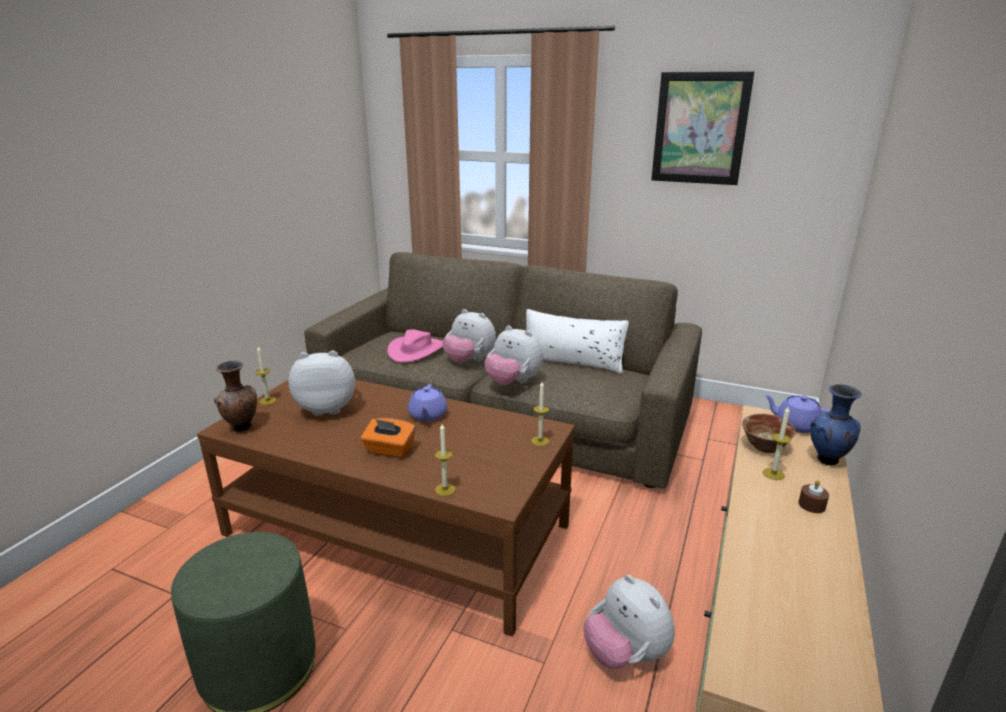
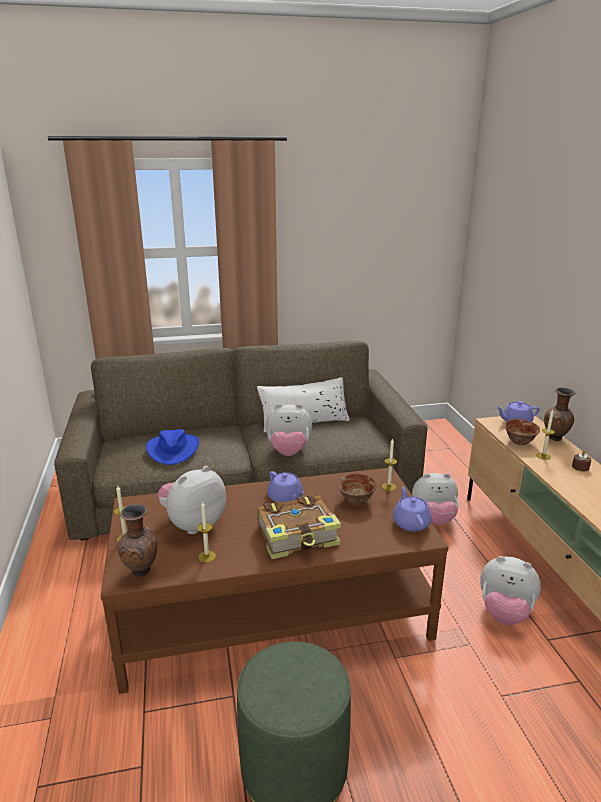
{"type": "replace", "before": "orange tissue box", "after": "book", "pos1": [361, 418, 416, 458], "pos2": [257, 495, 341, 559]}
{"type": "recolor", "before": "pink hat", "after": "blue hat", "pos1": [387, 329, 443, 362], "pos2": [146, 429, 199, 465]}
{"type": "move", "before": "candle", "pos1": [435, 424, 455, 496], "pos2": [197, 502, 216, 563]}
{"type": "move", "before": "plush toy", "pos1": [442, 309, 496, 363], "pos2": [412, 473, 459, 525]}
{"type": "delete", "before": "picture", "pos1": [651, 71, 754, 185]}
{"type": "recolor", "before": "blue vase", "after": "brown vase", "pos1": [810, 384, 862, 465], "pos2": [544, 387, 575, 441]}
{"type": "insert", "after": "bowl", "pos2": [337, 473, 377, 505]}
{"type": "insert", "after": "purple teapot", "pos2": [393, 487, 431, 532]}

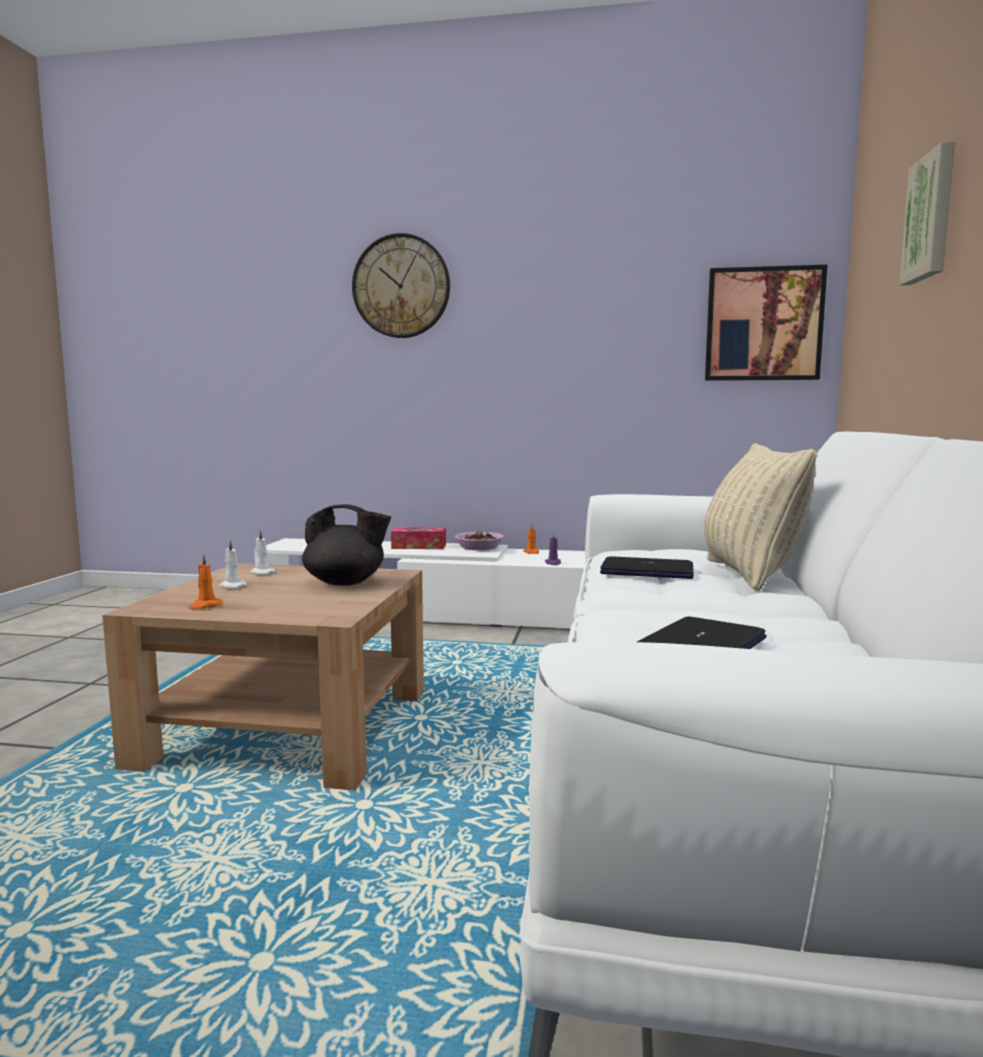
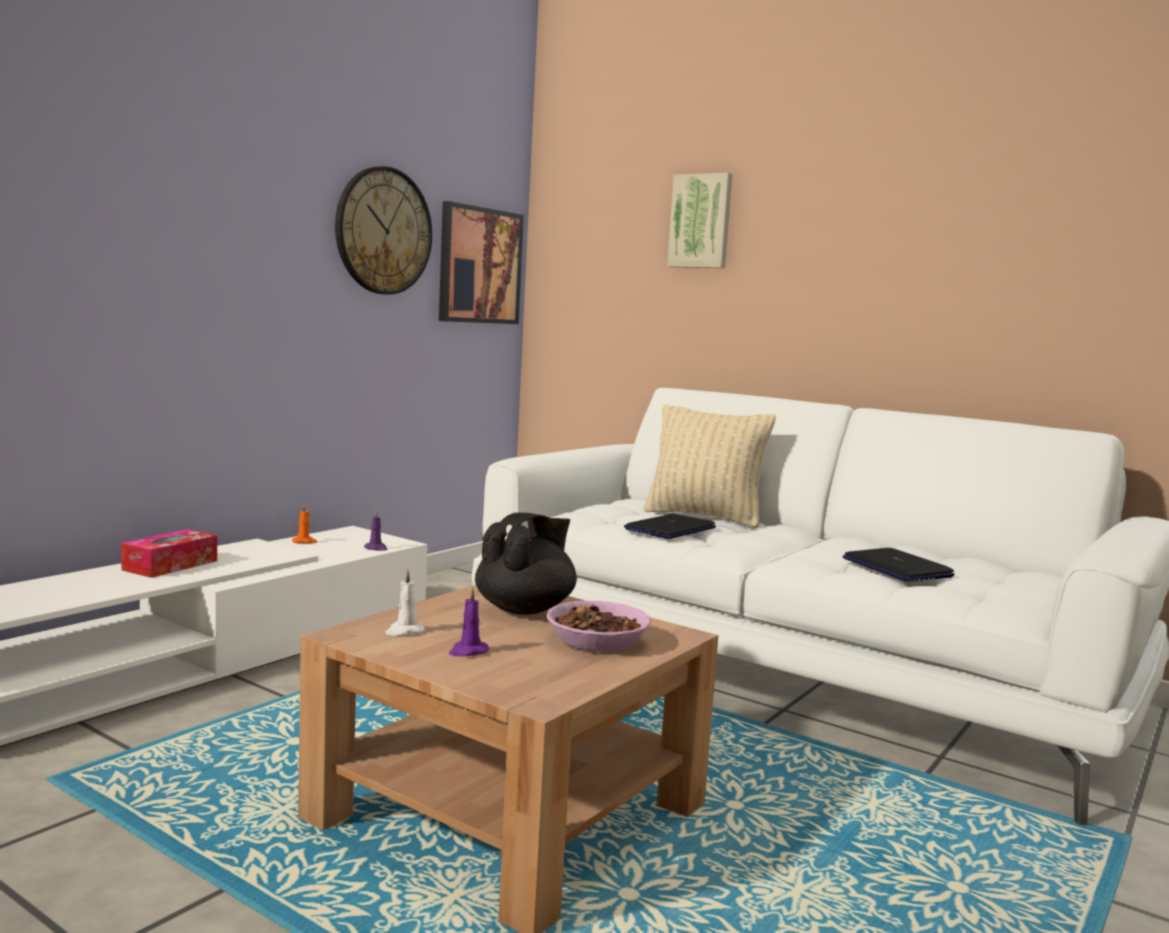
{"type": "delete", "before": "orange candle", "pos1": [188, 554, 223, 610]}
{"type": "recolor", "before": "white candle", "after": "purple candle", "pos1": [219, 540, 247, 589], "pos2": [449, 587, 489, 657]}
{"type": "move", "before": "wall clock", "pos1": [352, 233, 450, 338], "pos2": [335, 166, 432, 294]}
{"type": "move", "before": "bowl", "pos1": [455, 531, 504, 550], "pos2": [547, 601, 651, 652]}

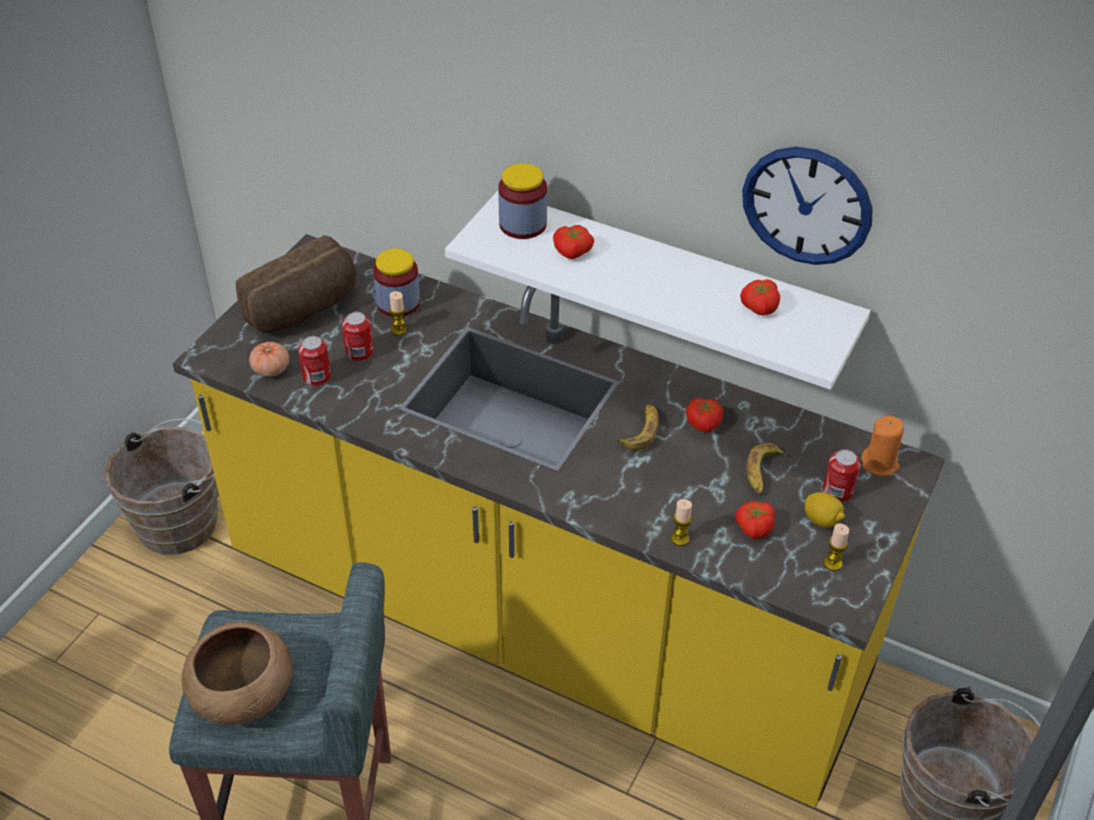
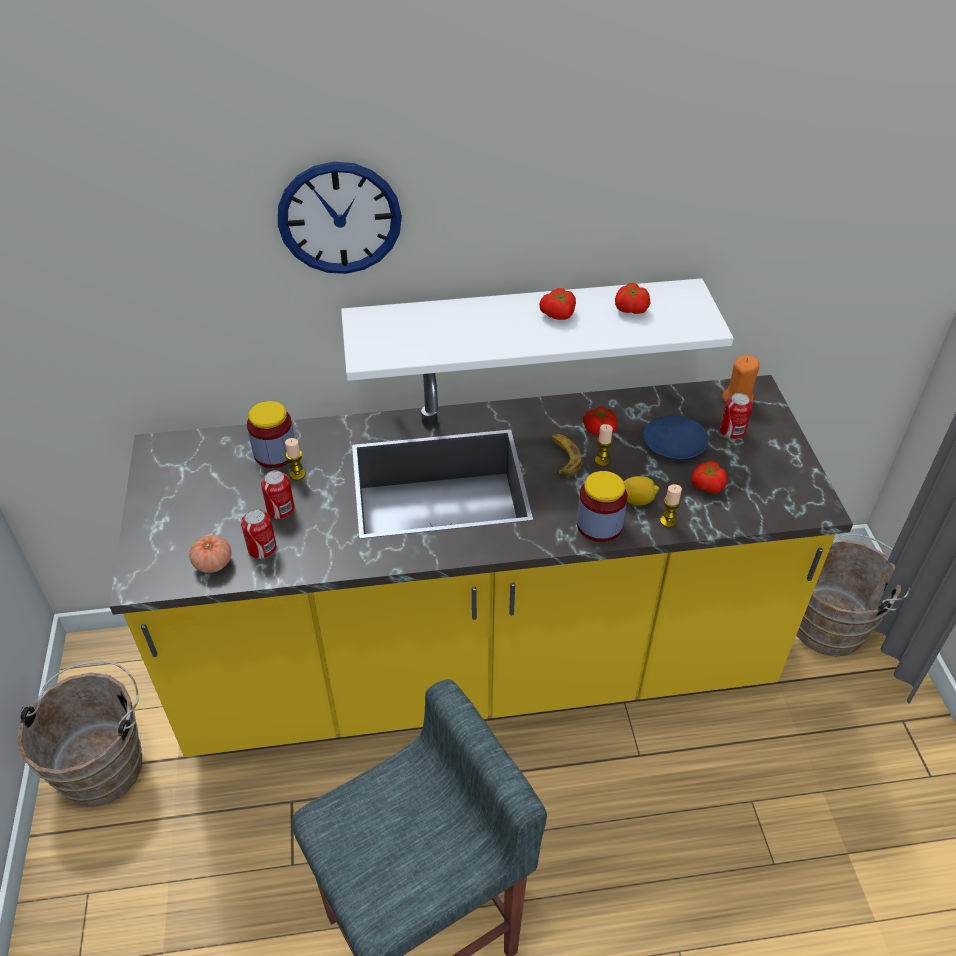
{"type": "delete", "before": "brown bowl", "pos1": [182, 622, 293, 725]}
{"type": "delete", "before": "bread", "pos1": [236, 235, 356, 333]}
{"type": "move", "before": "jar", "pos1": [498, 163, 547, 239], "pos2": [577, 471, 627, 542]}
{"type": "move", "before": "tomato", "pos1": [553, 225, 594, 259], "pos2": [539, 288, 576, 320]}
{"type": "move", "before": "wall clock", "pos1": [742, 147, 873, 265], "pos2": [278, 162, 402, 274]}
{"type": "replace", "before": "banana", "after": "blue plate", "pos1": [746, 443, 786, 495], "pos2": [643, 415, 709, 459]}
{"type": "move", "before": "lemon", "pos1": [805, 492, 845, 528], "pos2": [624, 476, 659, 505]}
{"type": "move", "before": "candle", "pos1": [824, 524, 849, 571], "pos2": [595, 424, 613, 466]}

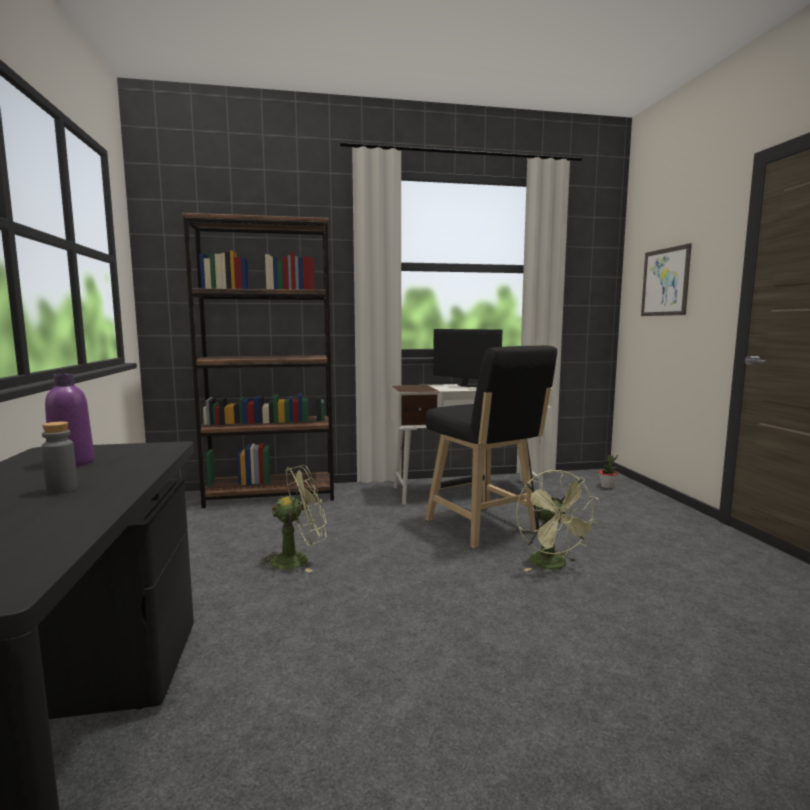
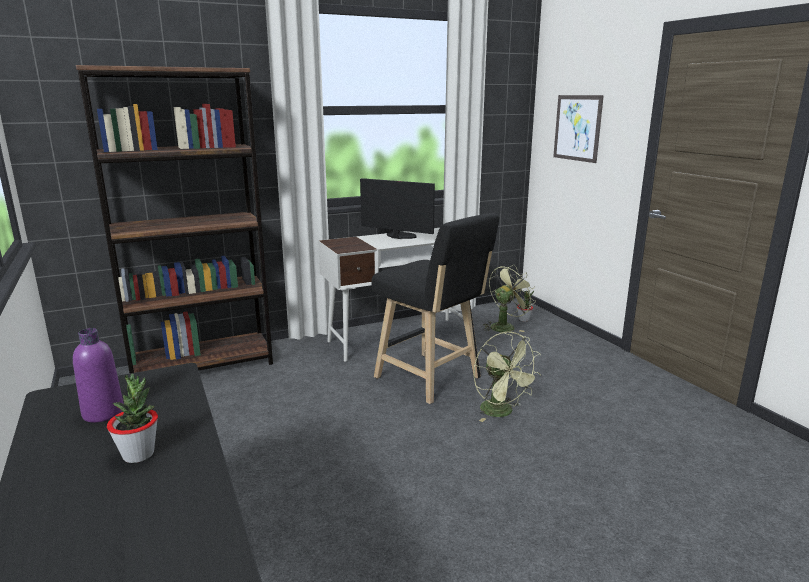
{"type": "replace", "before": "grey bottle", "after": "potted plant", "pos1": [41, 422, 78, 494], "pos2": [107, 373, 158, 463]}
{"type": "move", "before": "green fan", "pos1": [258, 465, 327, 573], "pos2": [483, 264, 536, 332]}

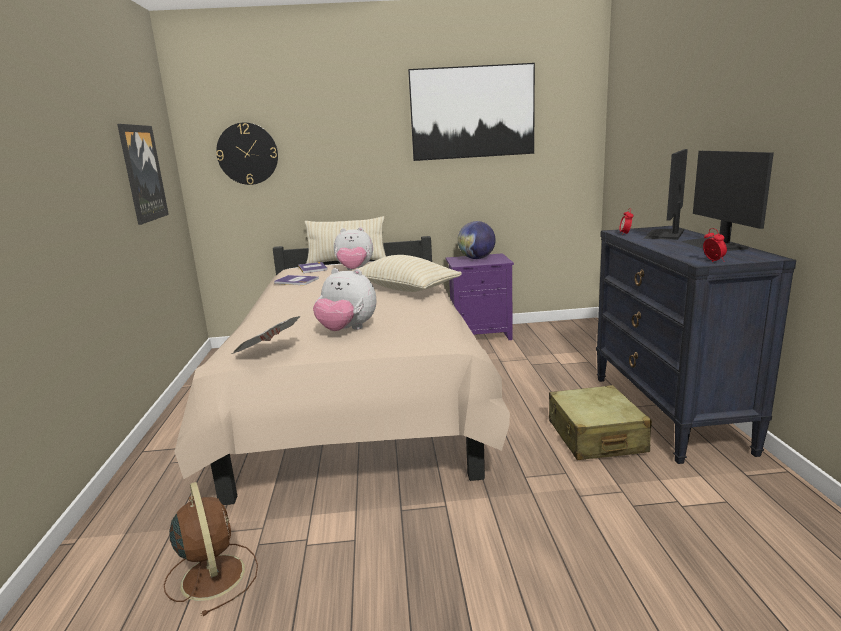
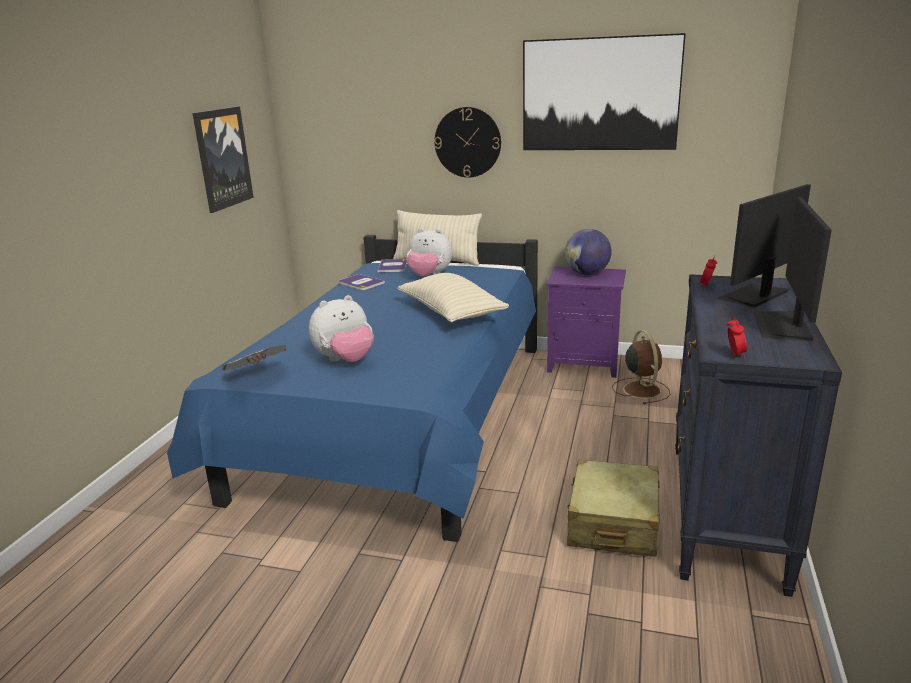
{"type": "move", "before": "brown fan", "pos1": [164, 482, 258, 616], "pos2": [612, 330, 670, 404]}
{"type": "recolor", "before": "beige bed", "after": "blue bed", "pos1": [174, 236, 510, 505], "pos2": [167, 235, 538, 542]}
{"type": "move", "before": "wall clock", "pos1": [216, 123, 278, 185], "pos2": [434, 107, 501, 178]}
{"type": "rotate", "before": "plush toy", "pos1": [313, 268, 376, 331], "pos2": [309, 295, 374, 362], "turn": -75}

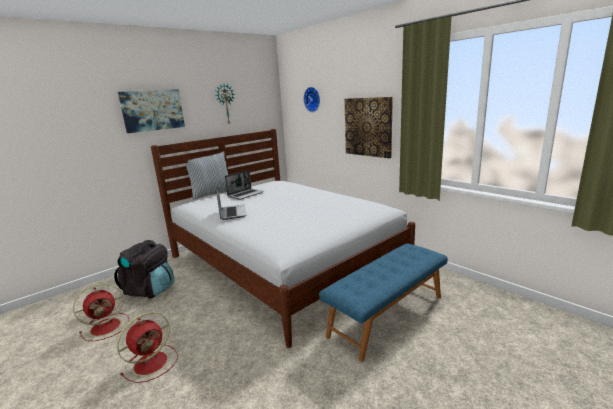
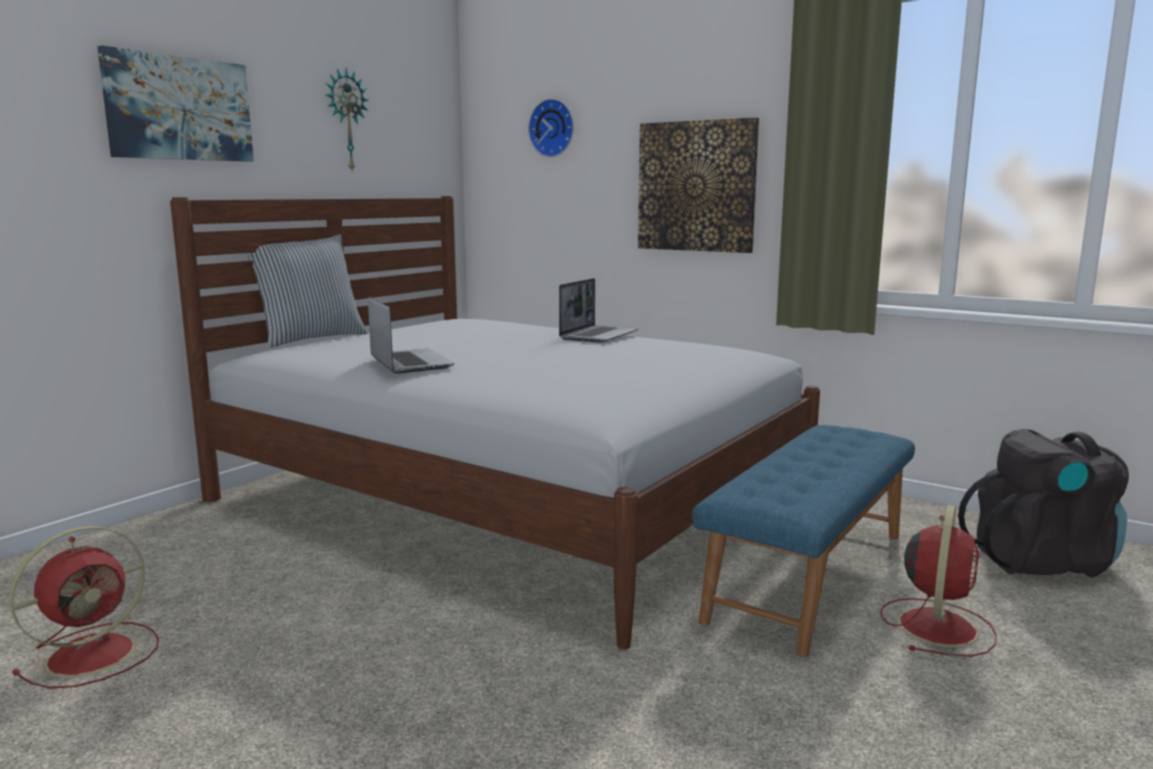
{"type": "move", "before": "black backpack", "pos1": [114, 240, 174, 299], "pos2": [958, 429, 1129, 578]}
{"type": "move", "before": "red fan", "pos1": [117, 312, 178, 383], "pos2": [880, 505, 997, 657]}
{"type": "move", "before": "laptop", "pos1": [225, 170, 264, 200], "pos2": [559, 278, 638, 343]}

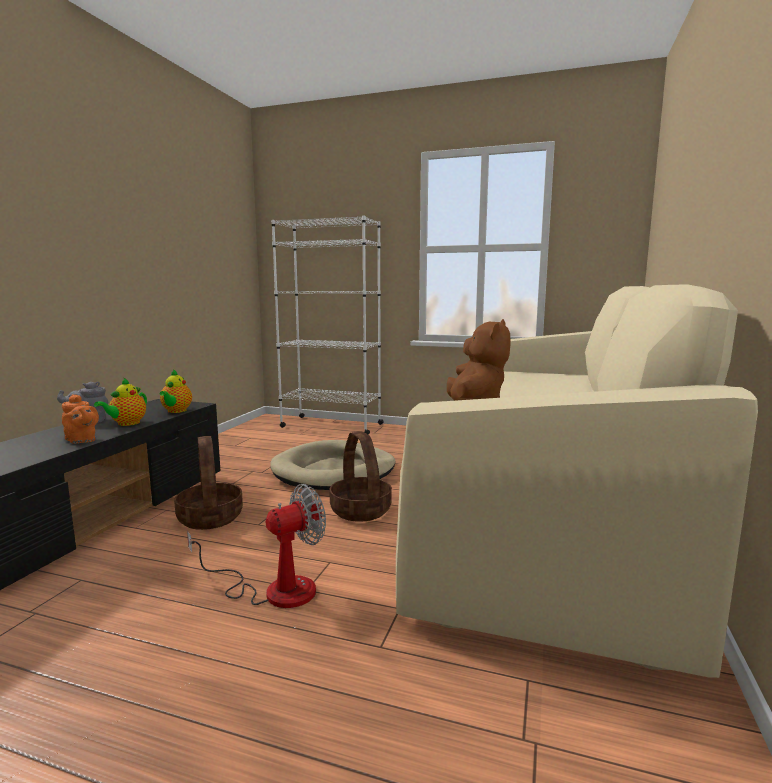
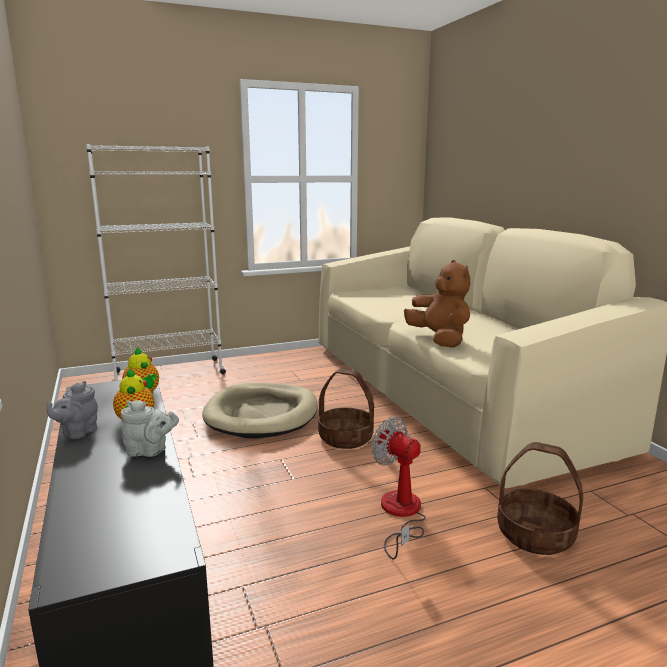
{"type": "recolor", "before": "orange teapot", "after": "grey teapot", "pos1": [62, 394, 99, 444], "pos2": [121, 400, 179, 457]}
{"type": "move", "before": "basket", "pos1": [174, 436, 243, 530], "pos2": [497, 442, 583, 555]}
{"type": "rotate", "before": "fan", "pos1": [187, 484, 326, 608], "pos2": [372, 417, 426, 560], "turn": -60}

